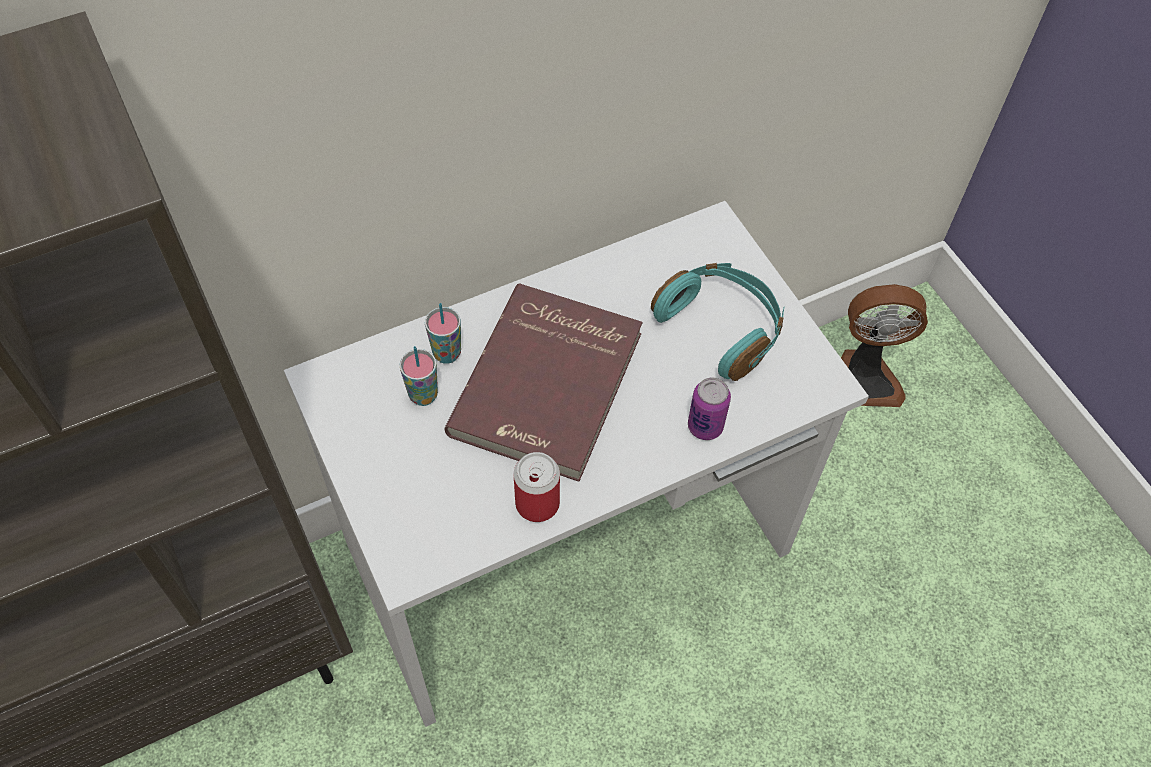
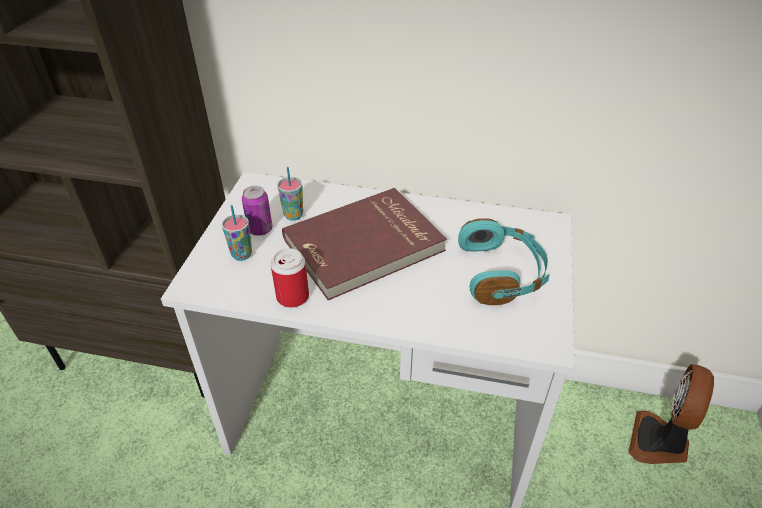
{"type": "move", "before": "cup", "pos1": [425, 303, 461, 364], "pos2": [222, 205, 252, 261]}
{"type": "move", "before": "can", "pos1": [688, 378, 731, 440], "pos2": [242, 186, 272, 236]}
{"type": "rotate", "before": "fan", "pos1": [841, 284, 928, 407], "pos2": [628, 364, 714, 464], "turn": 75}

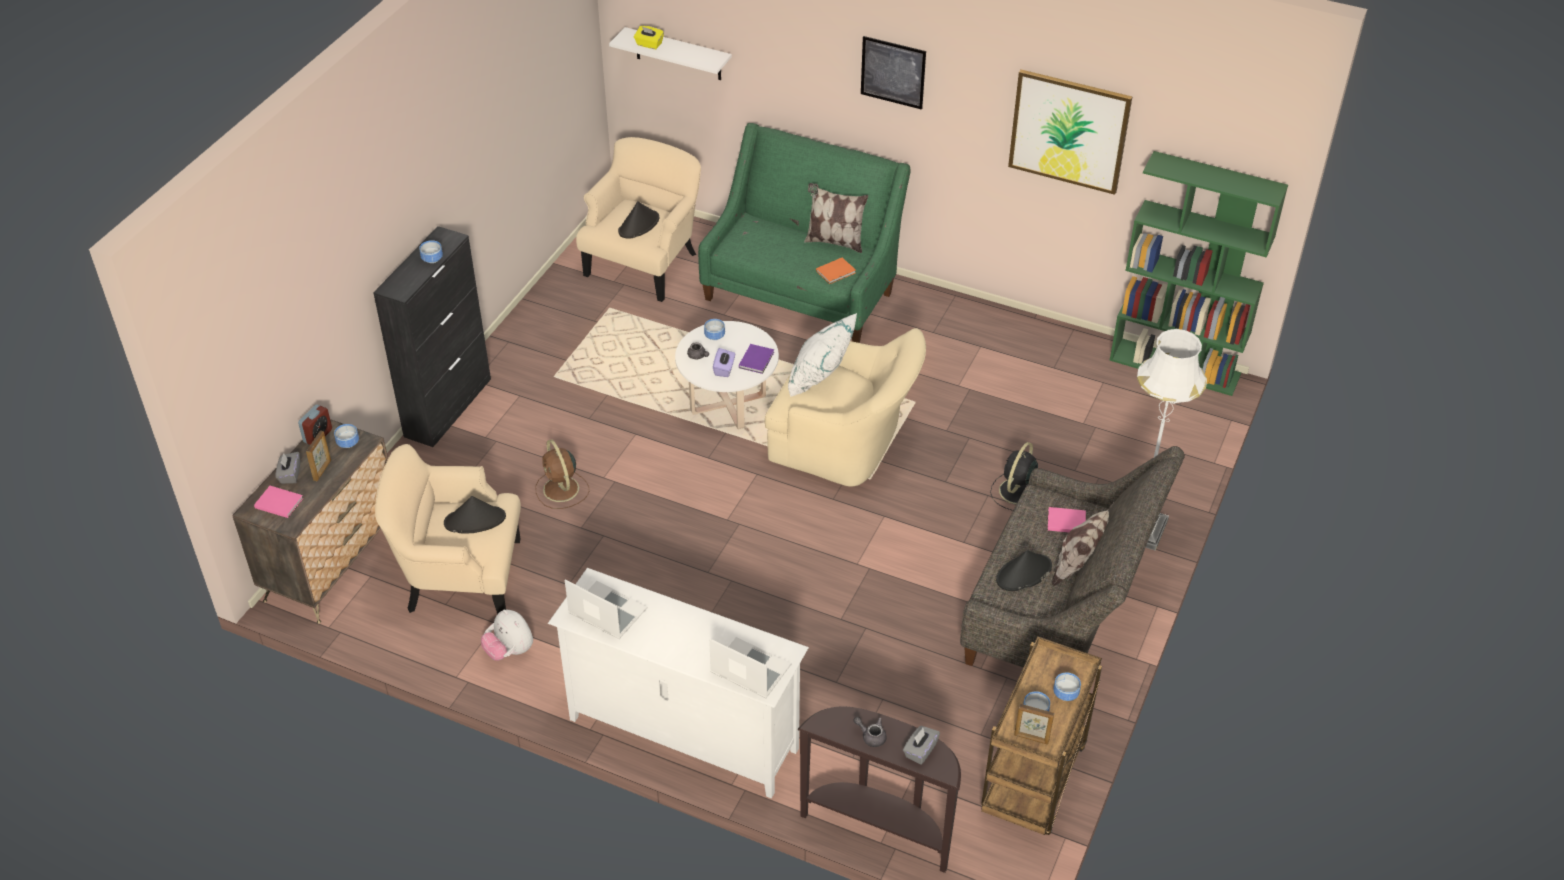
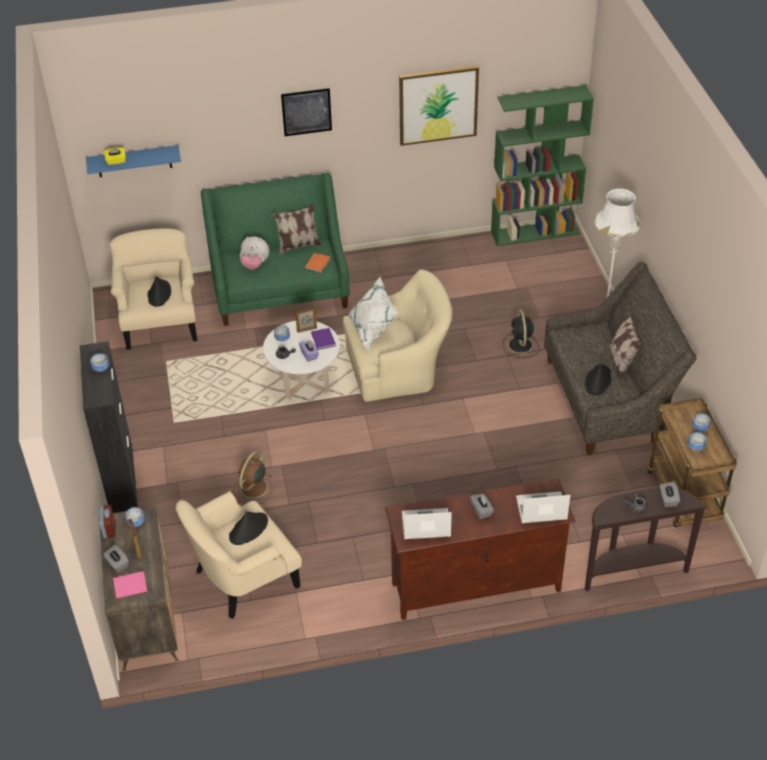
{"type": "move", "before": "plush toy", "pos1": [481, 609, 533, 661], "pos2": [240, 236, 269, 270]}
{"type": "rotate", "before": "brown fan", "pos1": [535, 439, 589, 509], "pos2": [233, 451, 272, 504], "turn": 90}
{"type": "recolor", "before": "white tv stand", "after": "brown tv stand", "pos1": [548, 568, 809, 799], "pos2": [385, 478, 576, 620]}
{"type": "recolor", "before": "white shelf", "after": "blue shelf", "pos1": [609, 27, 732, 80], "pos2": [86, 145, 181, 177]}
{"type": "move", "before": "picture frame", "pos1": [1014, 704, 1054, 745], "pos2": [295, 307, 317, 333]}
{"type": "delete", "before": "pink book", "pos1": [1048, 507, 1086, 532]}
{"type": "insert", "after": "grey tissue box", "pos2": [470, 494, 494, 519]}

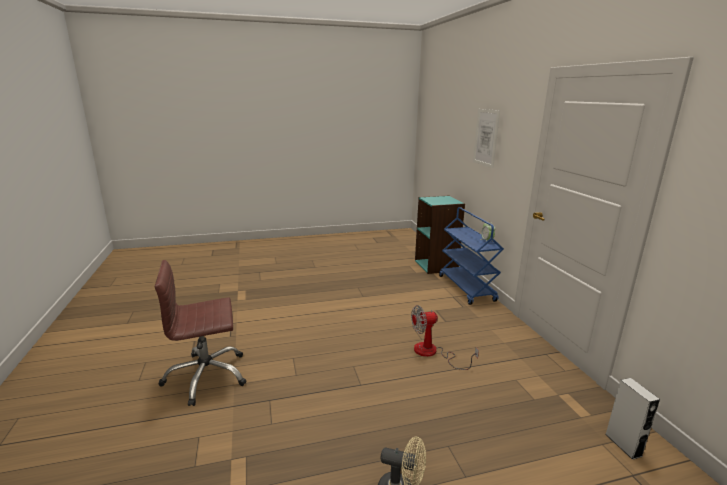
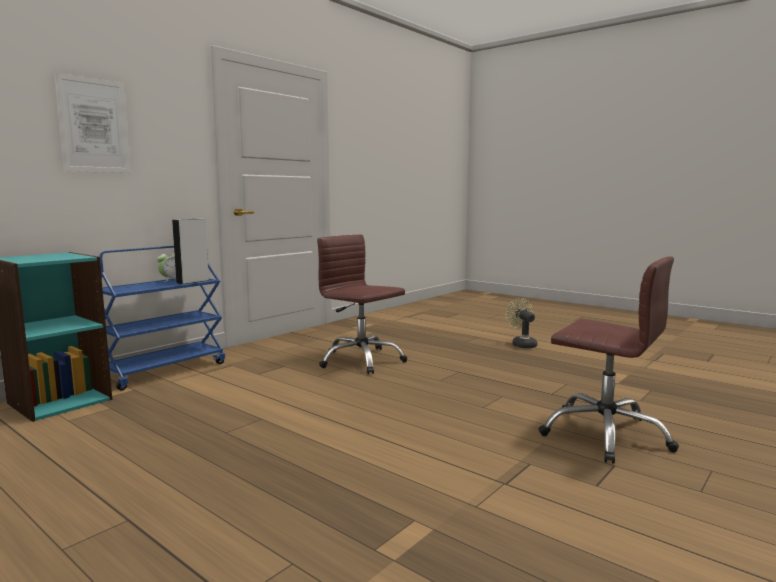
{"type": "replace", "before": "fan", "after": "brown office chair", "pos1": [411, 305, 479, 370], "pos2": [317, 235, 407, 374]}
{"type": "move", "before": "grey speaker", "pos1": [605, 378, 660, 460], "pos2": [172, 219, 209, 284]}

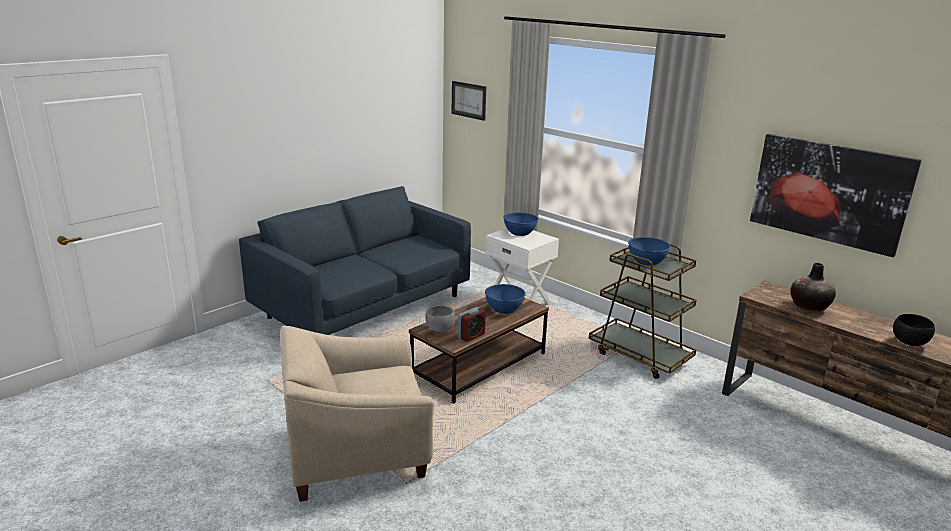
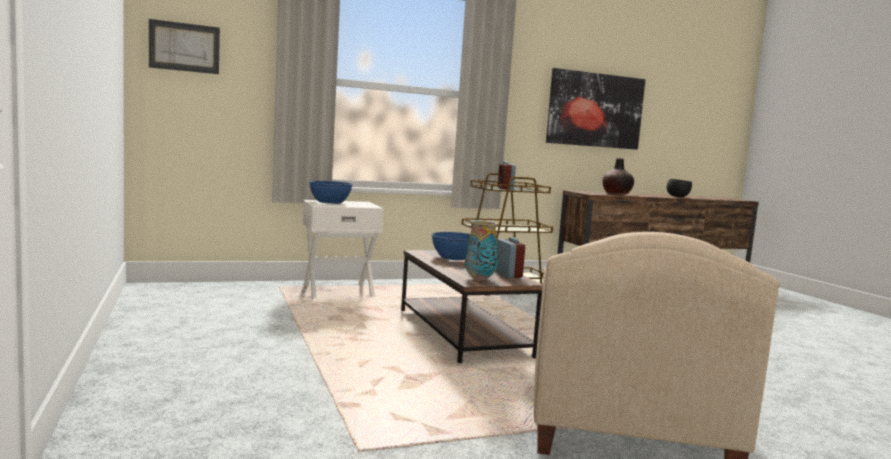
{"type": "delete", "before": "blue sofa", "pos1": [239, 186, 471, 335]}
{"type": "replace", "before": "grey bowl", "after": "vase", "pos1": [425, 306, 455, 332], "pos2": [465, 220, 498, 281]}
{"type": "replace", "before": "blue bowl", "after": "alarm clock", "pos1": [628, 237, 671, 266], "pos2": [498, 161, 516, 190]}

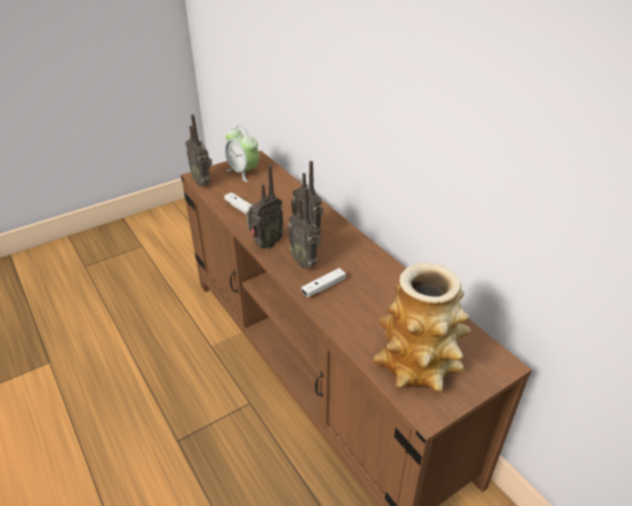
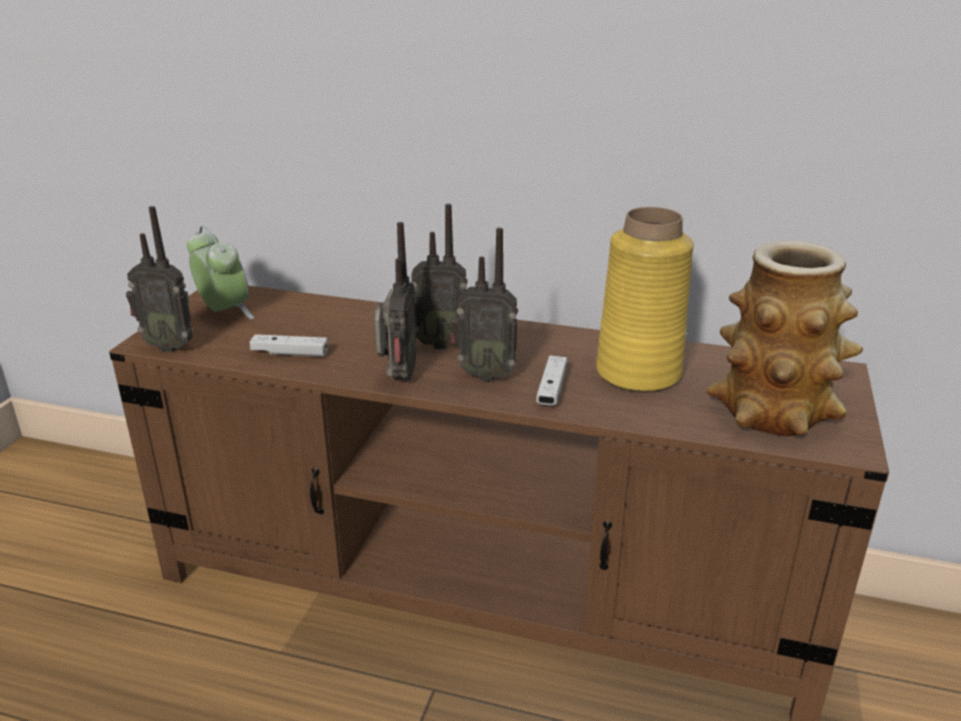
{"type": "rotate", "before": "alarm clock", "pos1": [225, 125, 259, 182], "pos2": [187, 226, 254, 319], "turn": -135}
{"type": "insert", "after": "yellow vase", "pos2": [596, 207, 694, 393]}

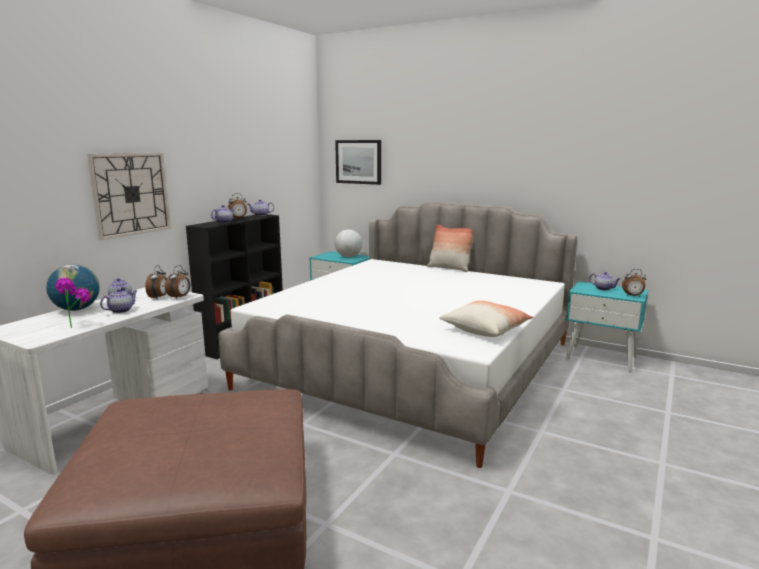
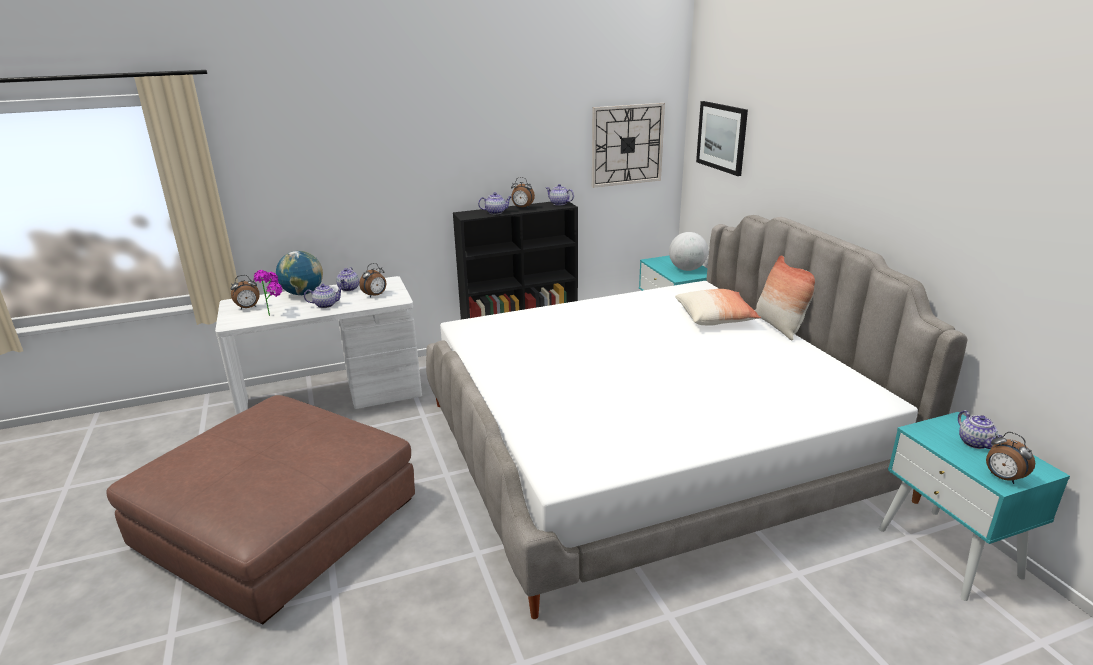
{"type": "move", "before": "wall clock", "pos1": [87, 153, 171, 240], "pos2": [592, 103, 665, 188]}
{"type": "move", "before": "alarm clock", "pos1": [165, 265, 190, 299], "pos2": [231, 275, 260, 310]}
{"type": "move", "before": "pillow", "pos1": [439, 301, 533, 337], "pos2": [675, 289, 761, 326]}

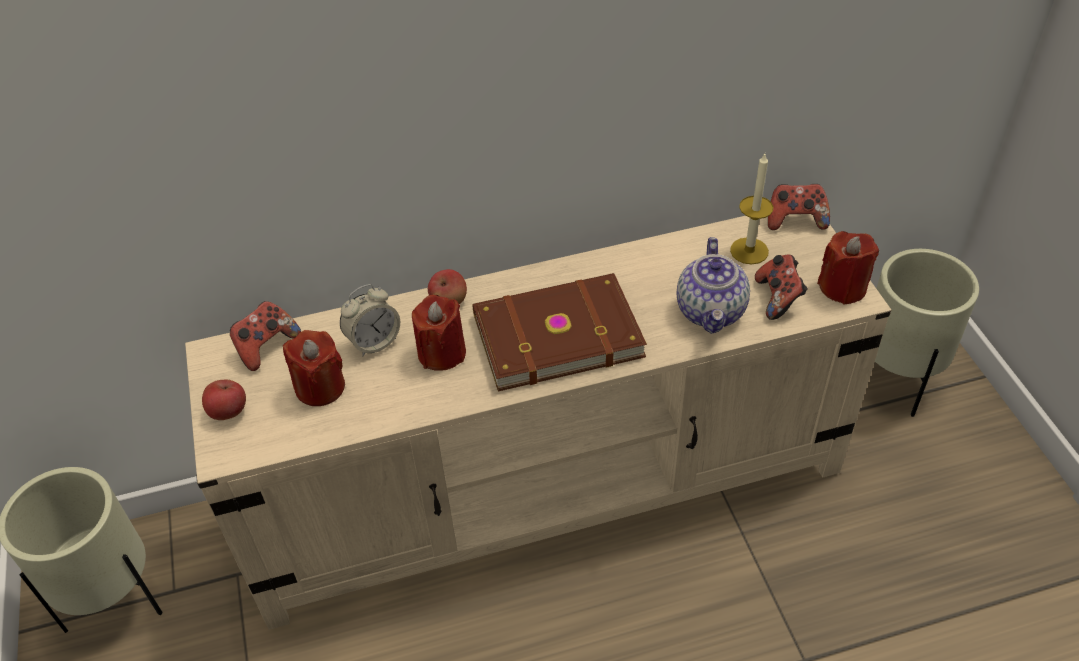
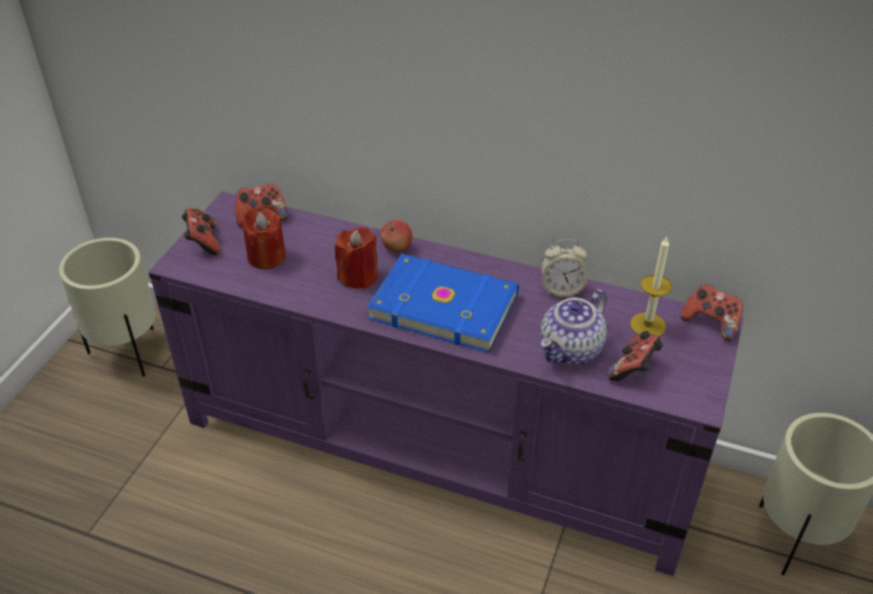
{"type": "recolor", "before": "beige tv stand", "after": "purple tv stand", "pos1": [185, 214, 891, 630], "pos2": [149, 191, 744, 576]}
{"type": "replace", "before": "apple", "after": "game controller", "pos1": [202, 380, 246, 420], "pos2": [182, 208, 221, 255]}
{"type": "move", "before": "alarm clock", "pos1": [340, 284, 400, 356], "pos2": [541, 239, 588, 297]}
{"type": "recolor", "before": "brown book", "after": "blue book", "pos1": [472, 273, 647, 391], "pos2": [367, 254, 519, 353]}
{"type": "delete", "before": "red candle", "pos1": [817, 231, 879, 305]}

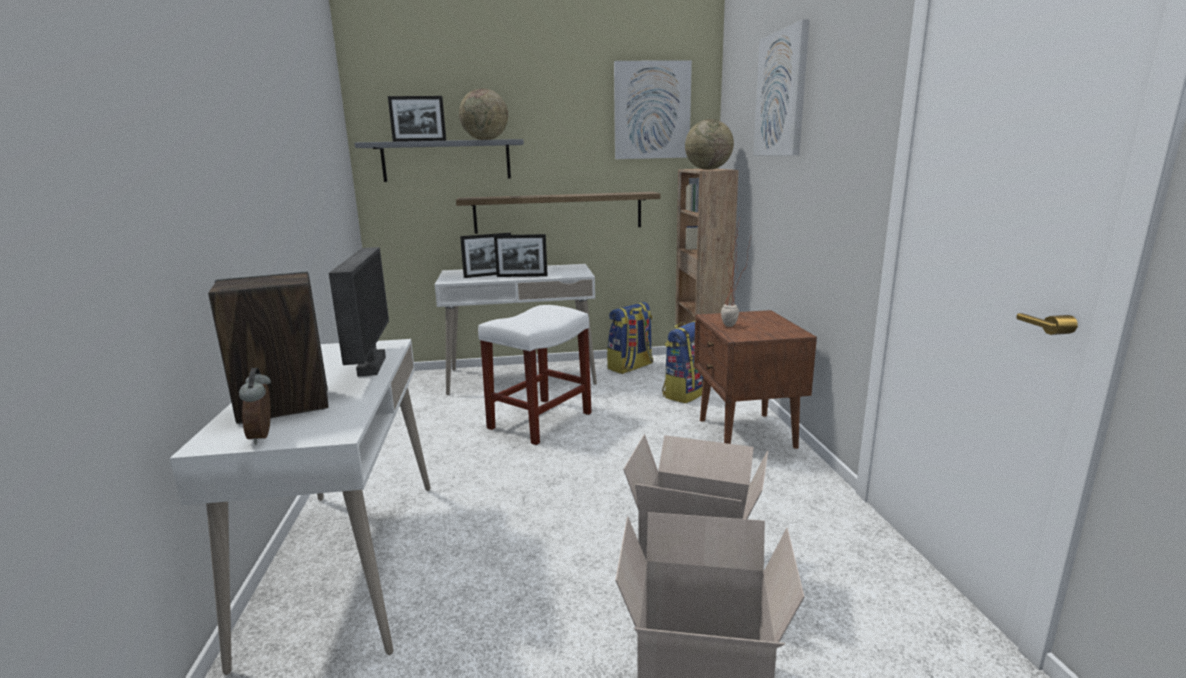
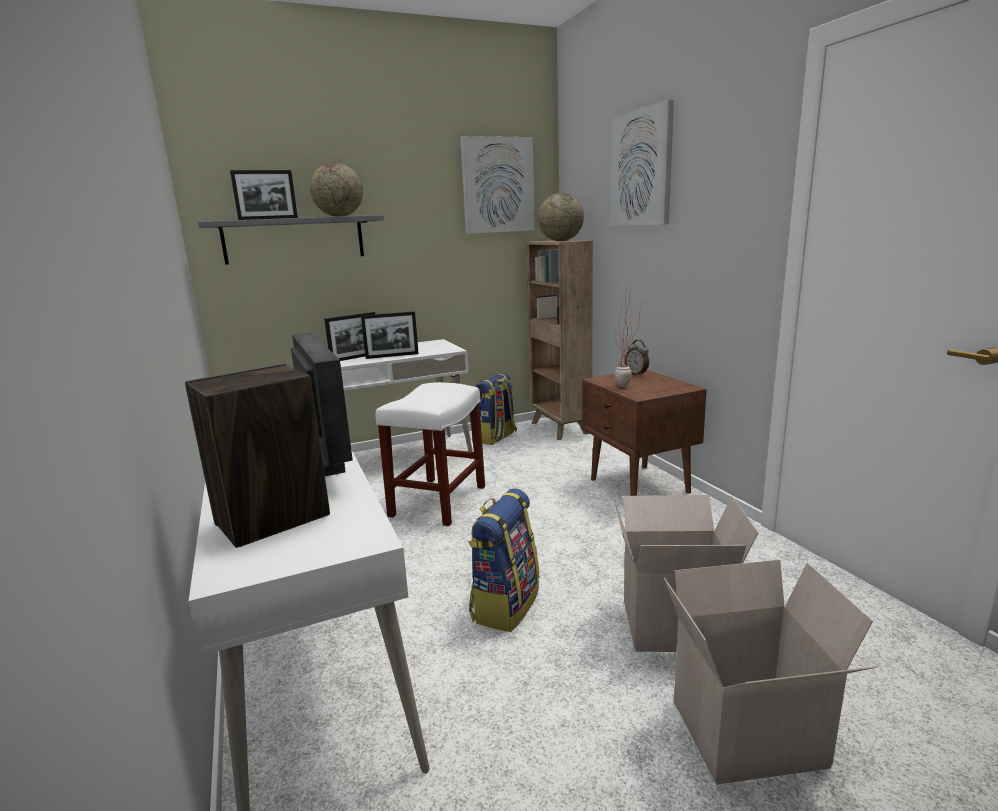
{"type": "move", "before": "alarm clock", "pos1": [239, 368, 271, 444], "pos2": [625, 340, 649, 376]}
{"type": "delete", "before": "shelf", "pos1": [456, 192, 661, 234]}
{"type": "move", "before": "backpack", "pos1": [662, 321, 703, 403], "pos2": [468, 489, 539, 632]}

